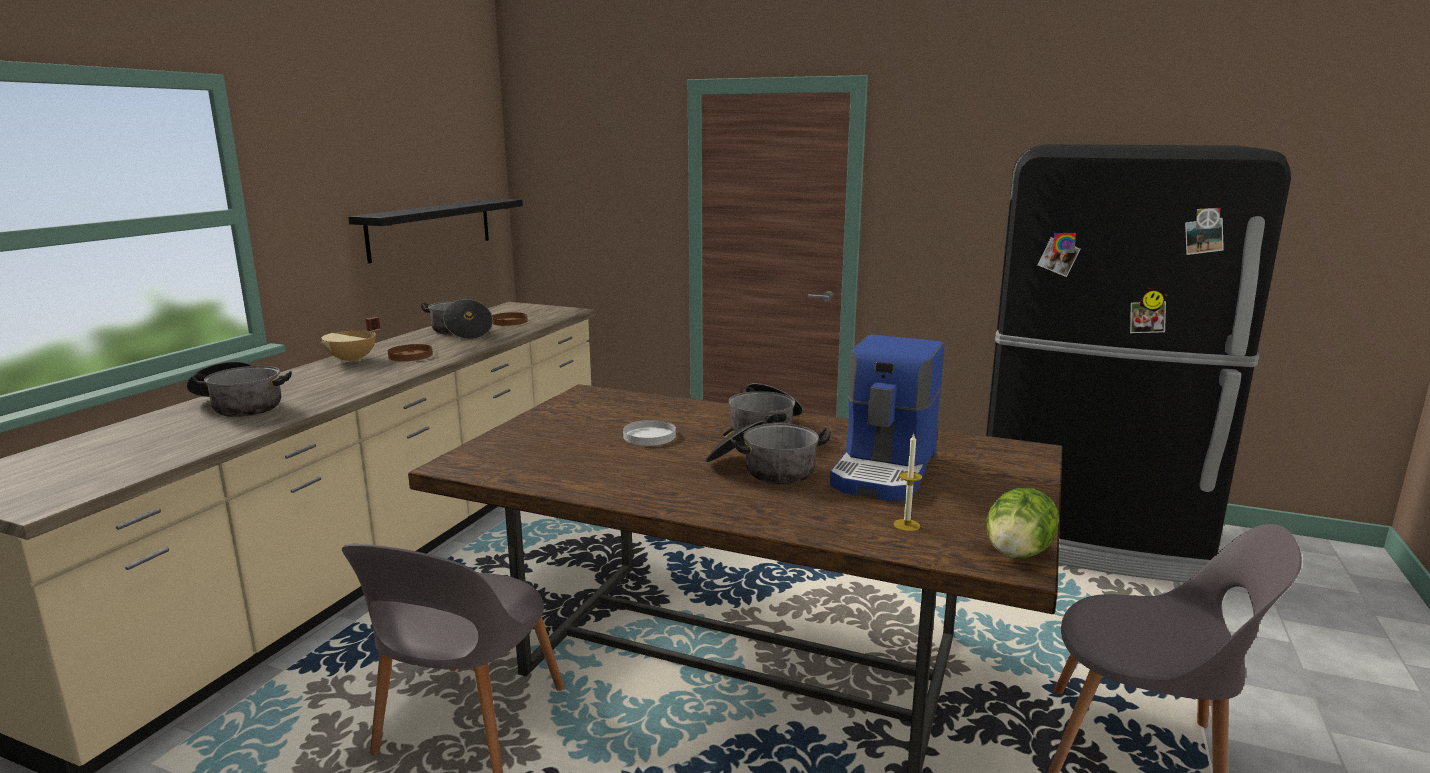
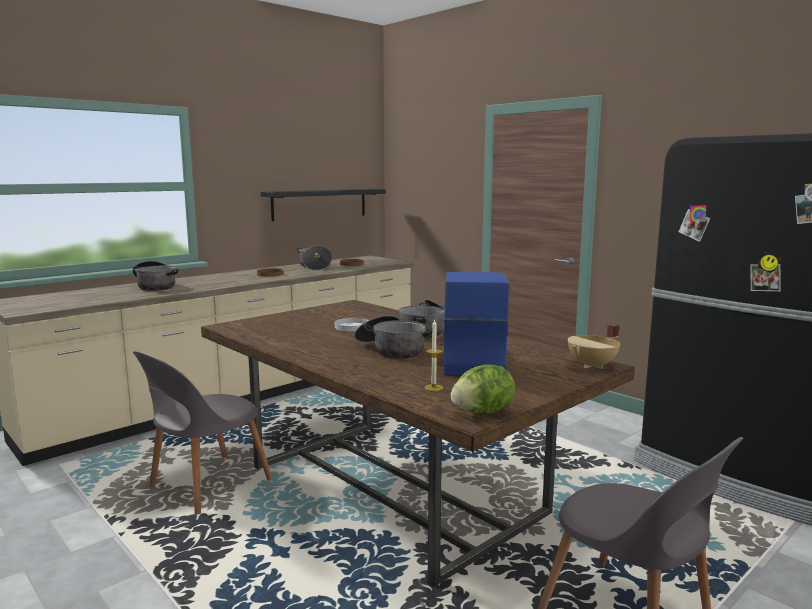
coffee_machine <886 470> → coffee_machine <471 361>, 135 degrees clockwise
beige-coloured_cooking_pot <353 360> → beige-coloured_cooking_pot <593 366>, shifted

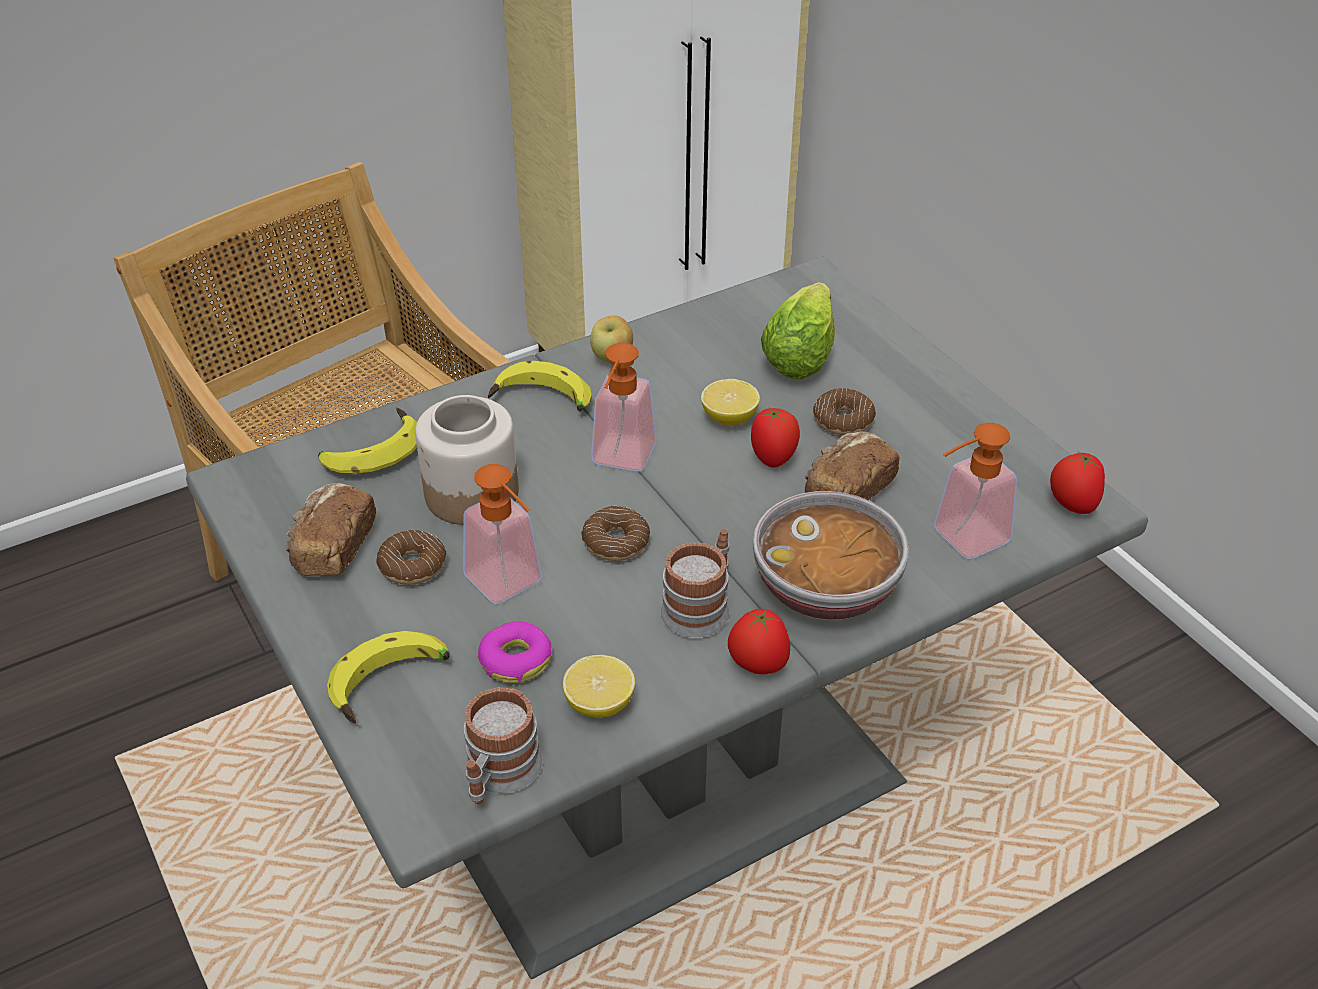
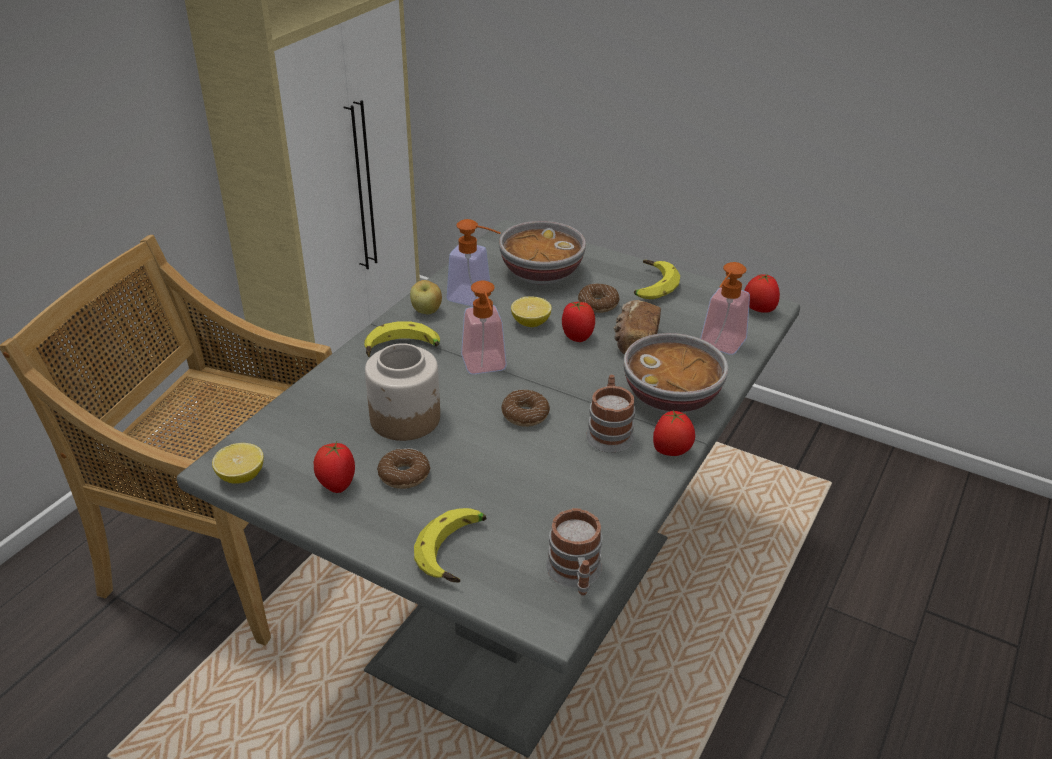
citrus_fruit <599 704> → citrus_fruit <241 476>, shifted
bakery_bread <332 548> → whole_tomato <336 484>
soap_dispenser <511 586> → soap_dispenser <476 298>, shifted
lettuce_head <803 351> → bowl <540 274>
whole_banana <371 451> → whole_banana <650 286>, shifted
doughnut <515 660> → -

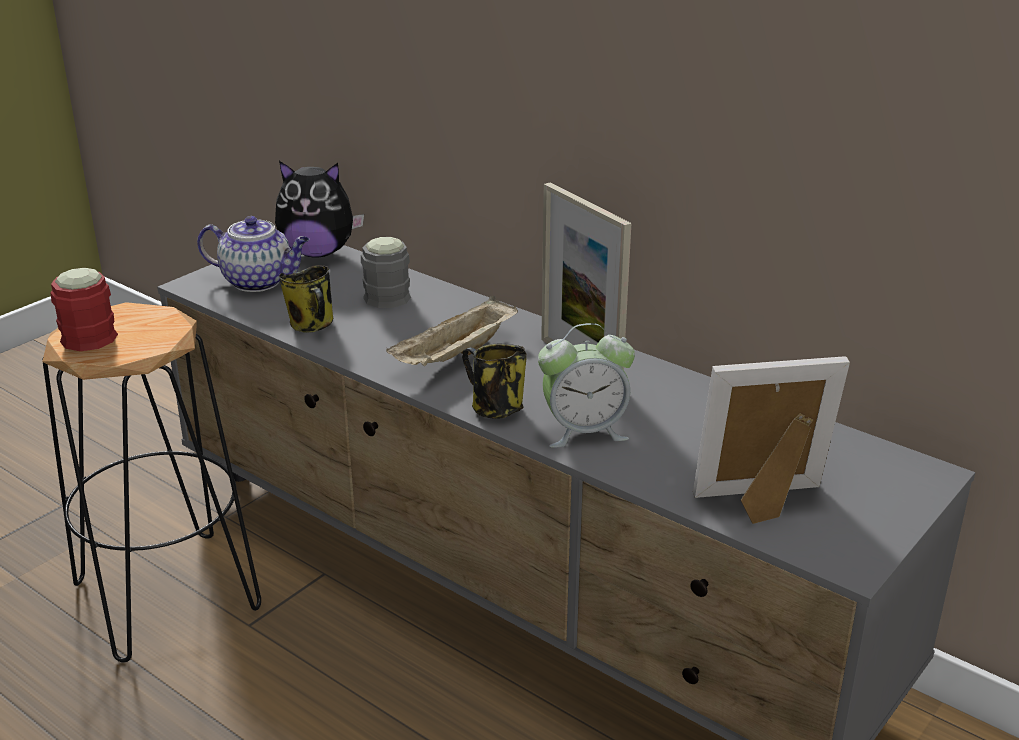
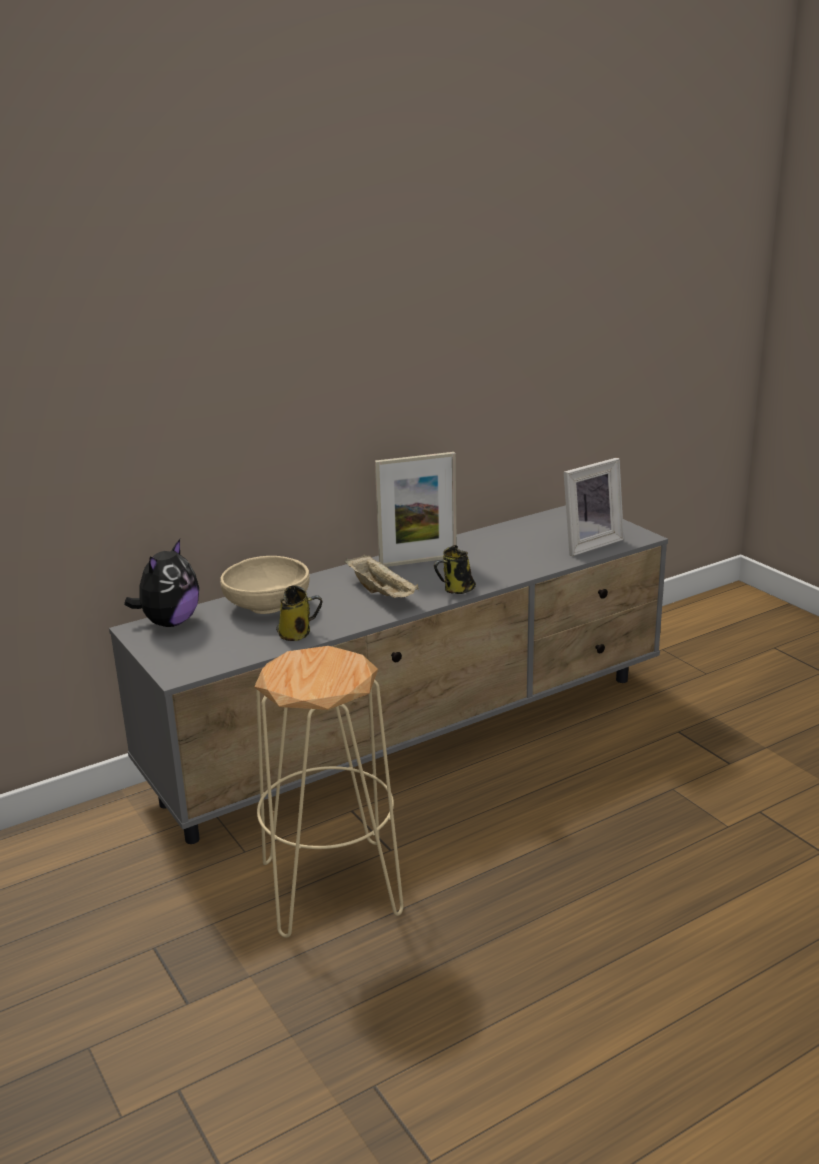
greyish_mug <384 293> → beige-coloured_bowl <267 605>
blackish_stool_seat <169 594> → beige-coloured_stool_seat <330 887>
photo_frame <764 504> → photo_frame <588 544>, 135 degrees counterclockwise
reddish_mug <85 333> → -
tea_pot <259 281> → -
bedside_clock <584 431> → -

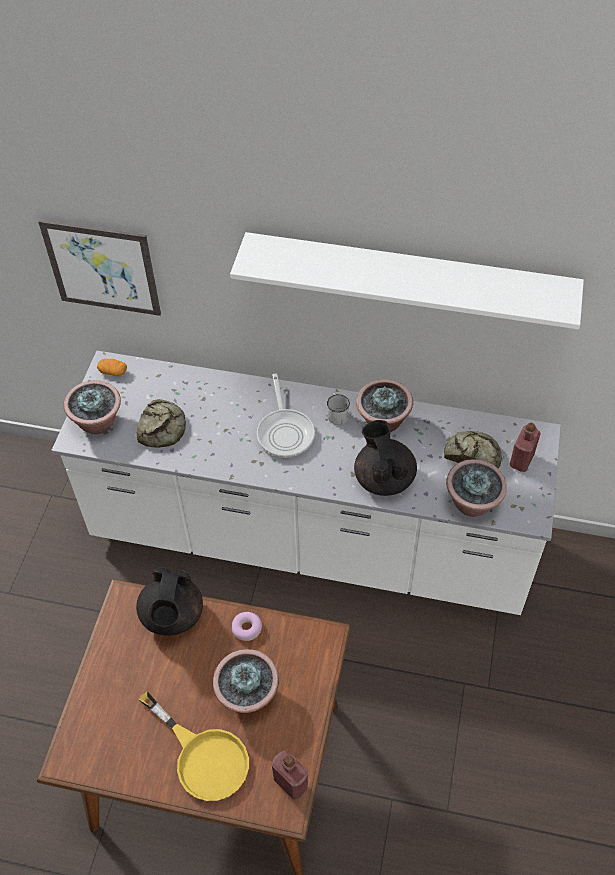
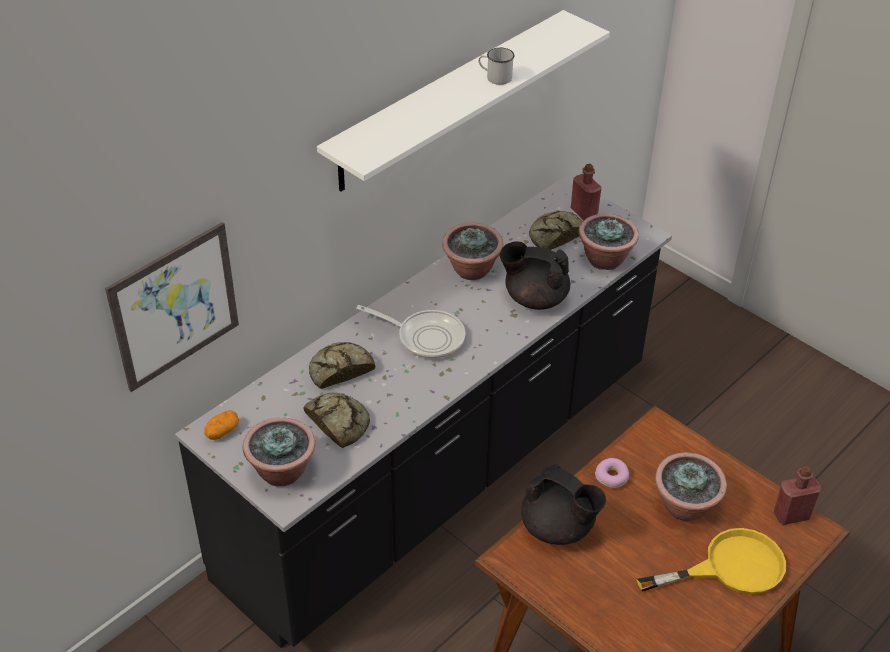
whitish_kitchen_counter <309 541> → blackish_kitchen_counter <442 472>
- → bakery_bread <339 369>
whitish_mug <337 414> → whitish_mug <495 77>, shifted

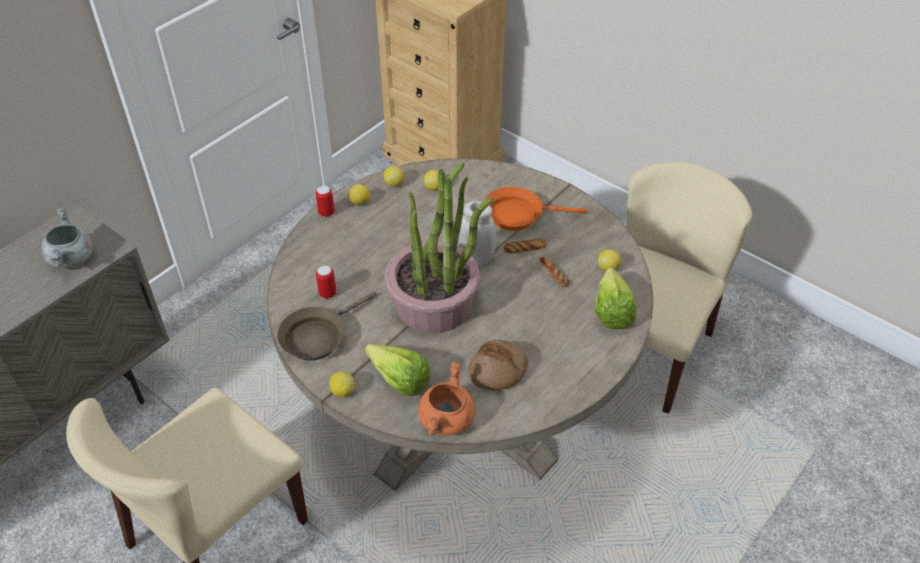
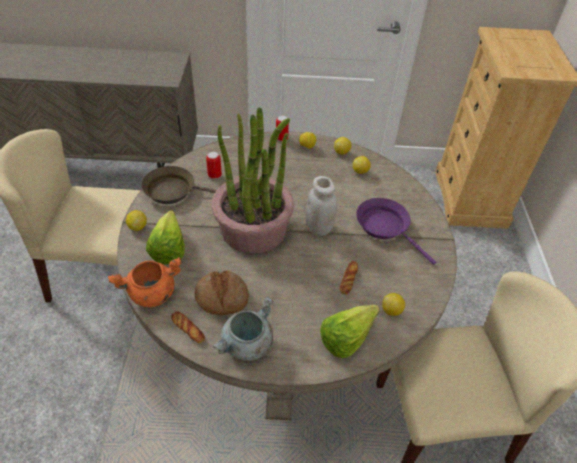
bakery_bread <524 248> → bakery_bread <188 329>, shifted
greyish_cooking_pot <72 259> → greyish_cooking_pot <247 345>, shifted
orange-coloured_frying_pan <518 215> → purple-coloured_frying_pan <385 227>

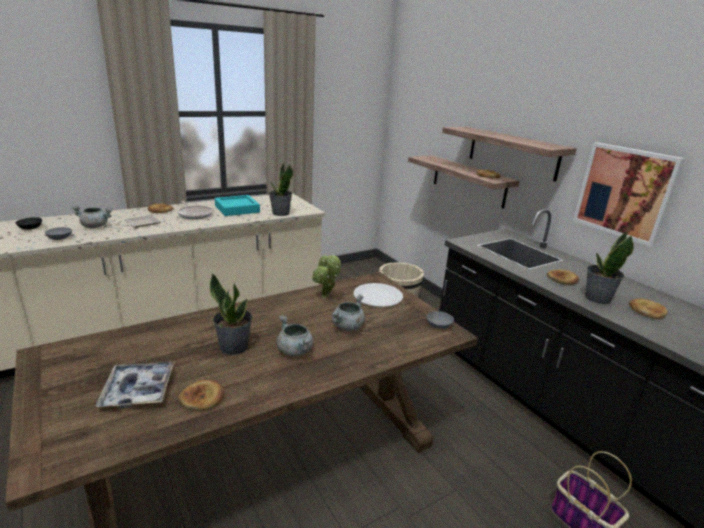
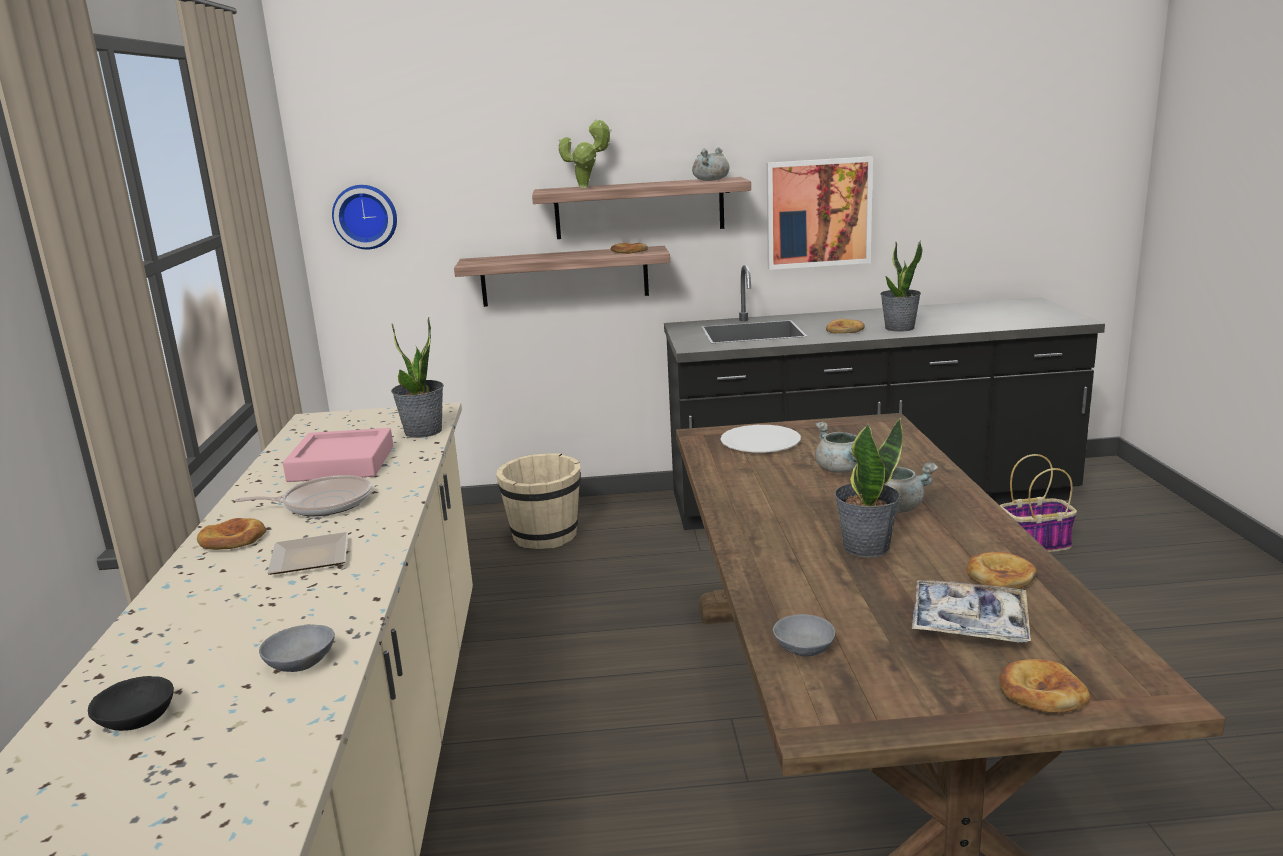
blue-green_carrying_tray <237 209> → pink-coloured_carrying_tray <342 464>
- → clock_on_the_wall <365 216>
plant_in_a_pot <325 296> → plant_in_a_pot <587 187>, shifted
greyish_cooking_pot <96 226> → greyish_cooking_pot <710 180>, shifted
greyish_bowl <439 325> → greyish_bowl <806 648>, shifted
bakery_bread <646 311> → bakery_bread <1041 692>, shifted

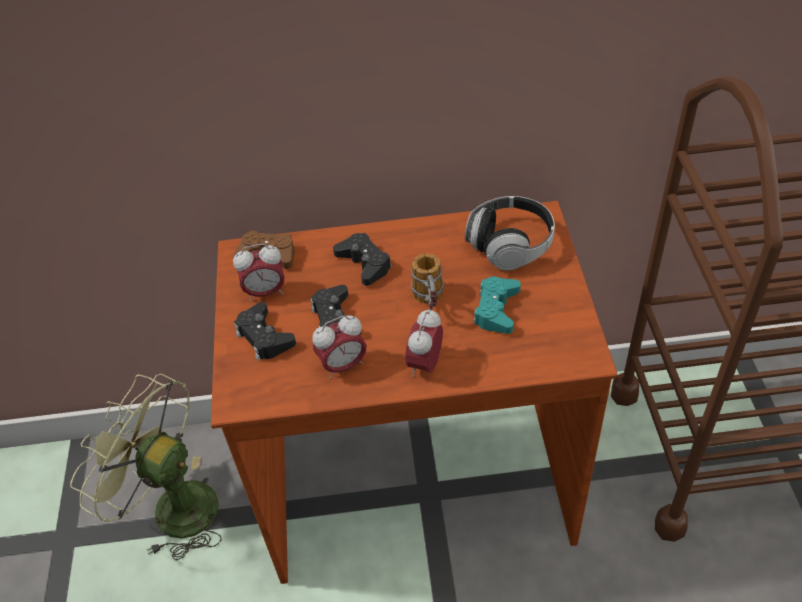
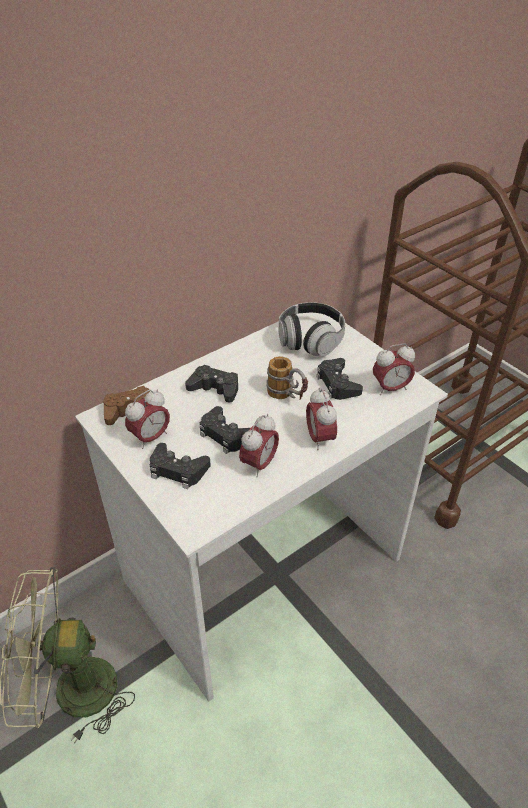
brown_desk <417 484> → whitish_desk <264 572>
blue-green_game_controller <496 310> → blackish_game_controller <337 384>
- → bedside_clock <390 388>

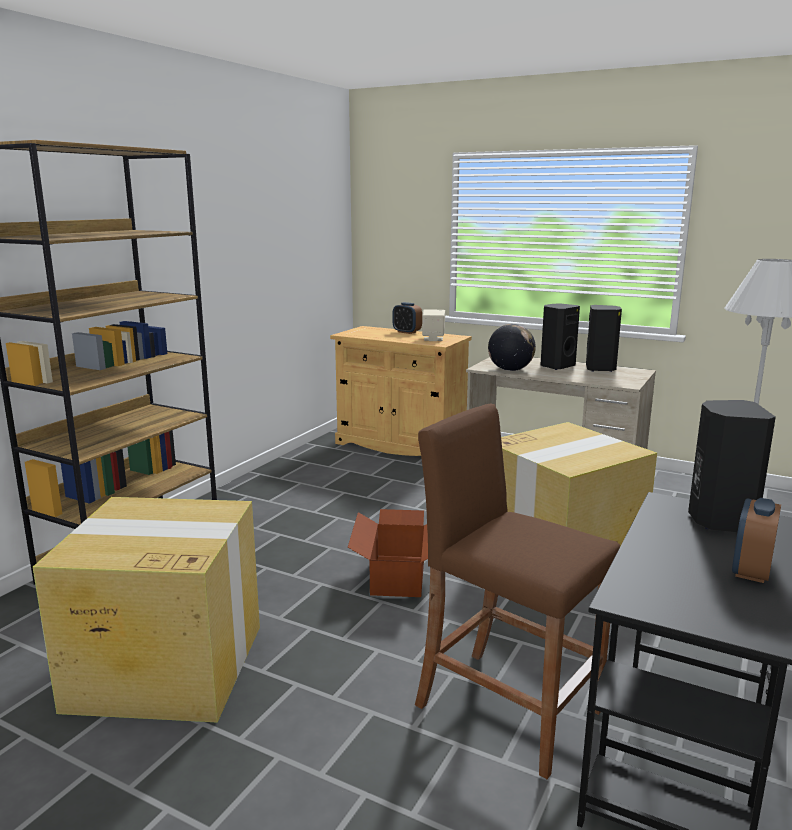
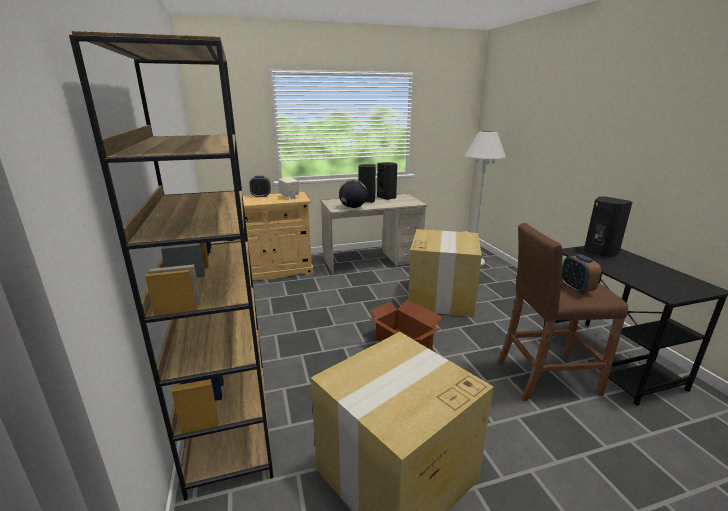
bedside_clock <751 571> → bedside_clock <576 289>, shifted

